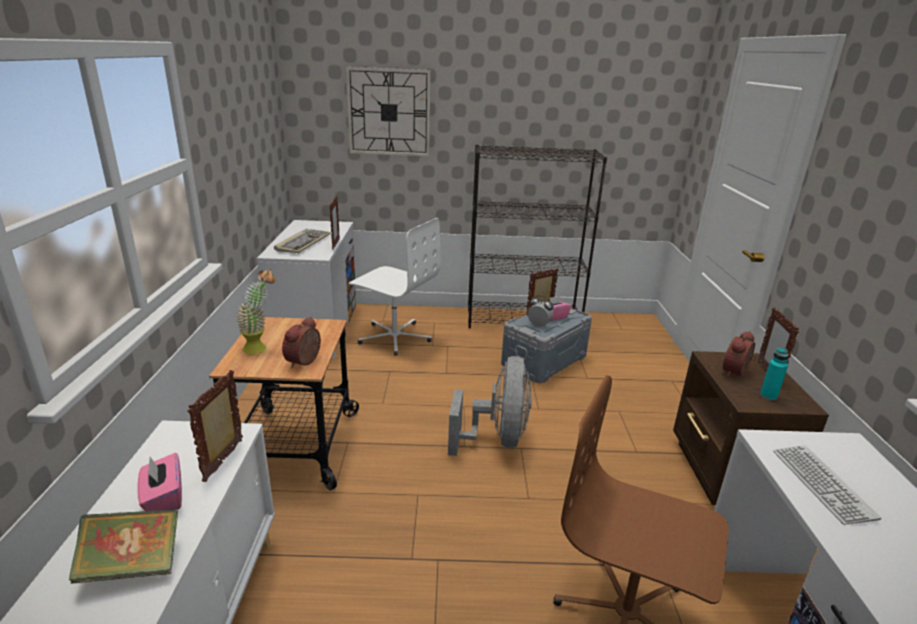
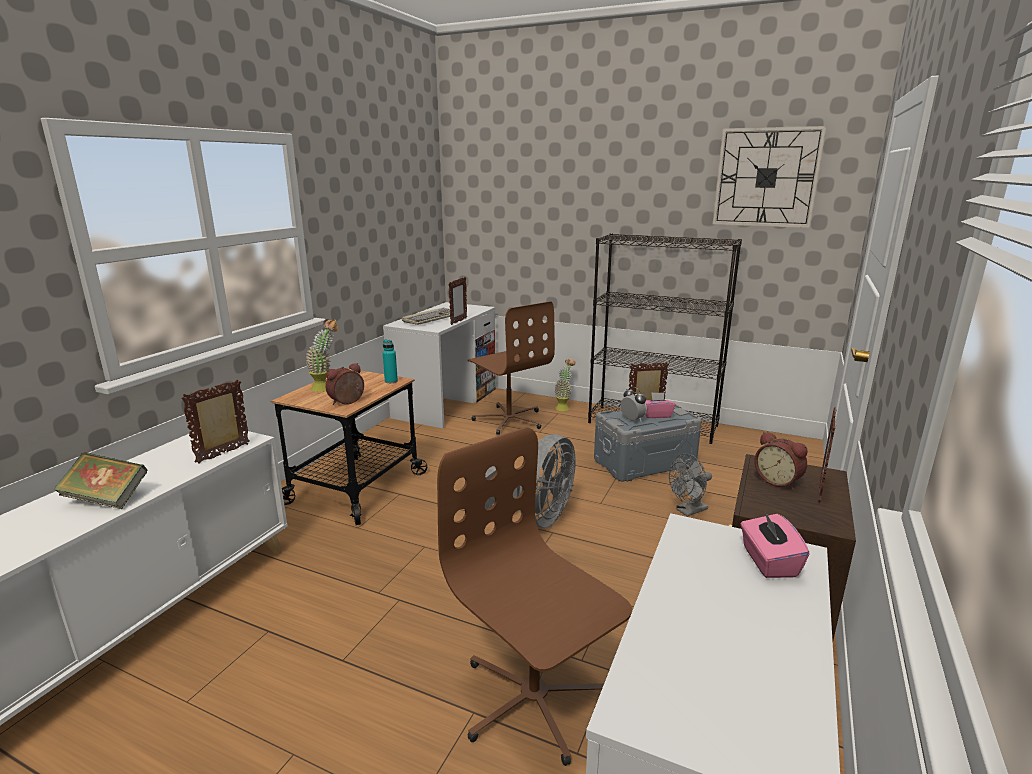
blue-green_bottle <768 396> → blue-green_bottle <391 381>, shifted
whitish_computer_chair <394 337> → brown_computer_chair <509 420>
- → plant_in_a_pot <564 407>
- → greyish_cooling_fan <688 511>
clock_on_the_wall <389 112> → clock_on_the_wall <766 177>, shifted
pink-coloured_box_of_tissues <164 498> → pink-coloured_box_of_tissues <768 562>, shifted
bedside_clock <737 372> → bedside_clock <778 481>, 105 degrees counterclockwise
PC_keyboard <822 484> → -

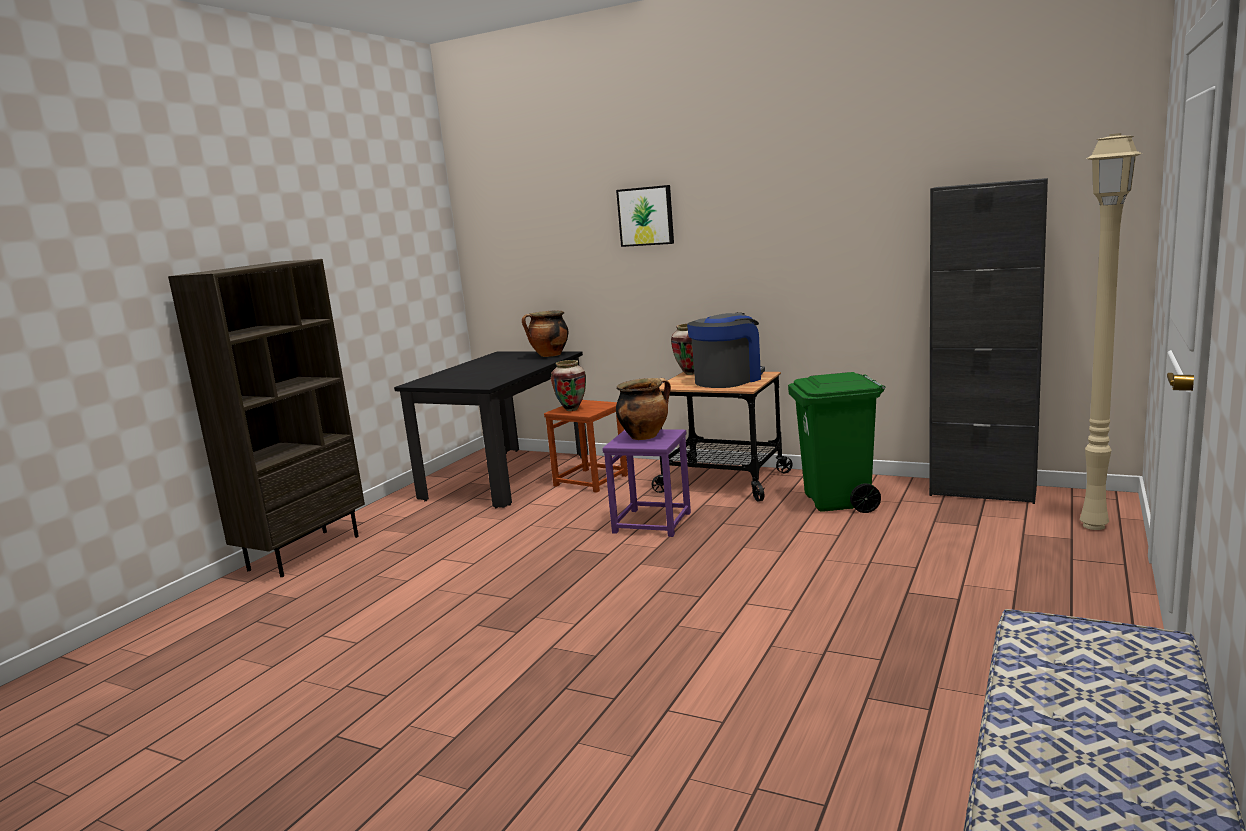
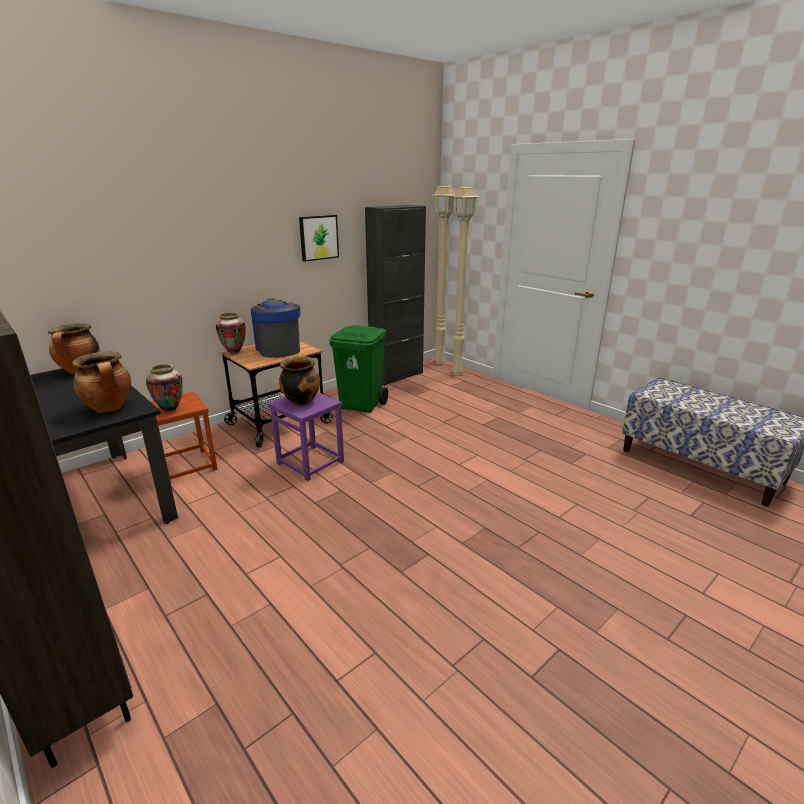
- → cooking_pot <110 408>
wall_art <646 216> → wall_art <318 237>, shifted
- → beige-coloured_floor_lamp <440 362>

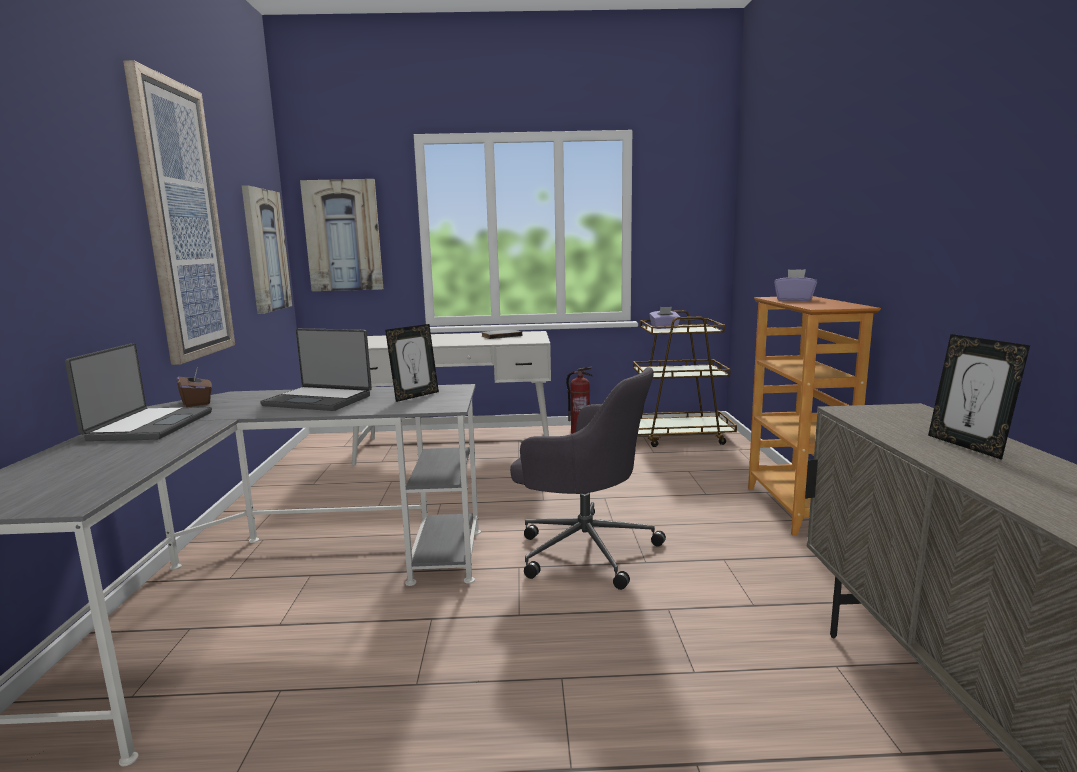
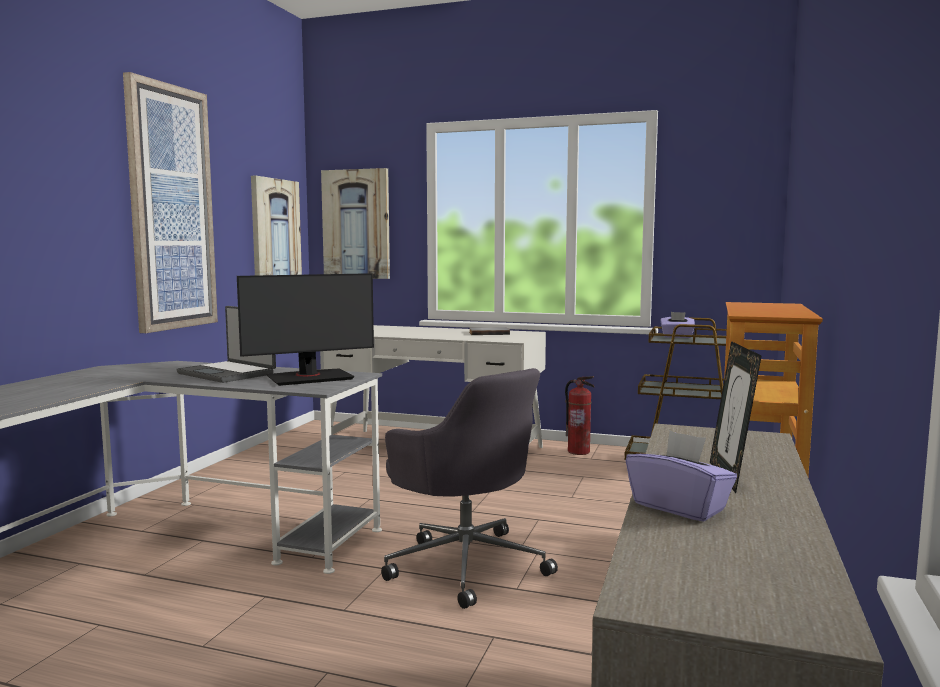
photo_frame <415 396> → computer_display <309 378>
purple-coloured_box_of_tissues <794 300> → purple-coloured_box_of_tissues <679 507>, shifted
portable_computer <149 426> → -
brown_box_of_tissues <197 402> → -

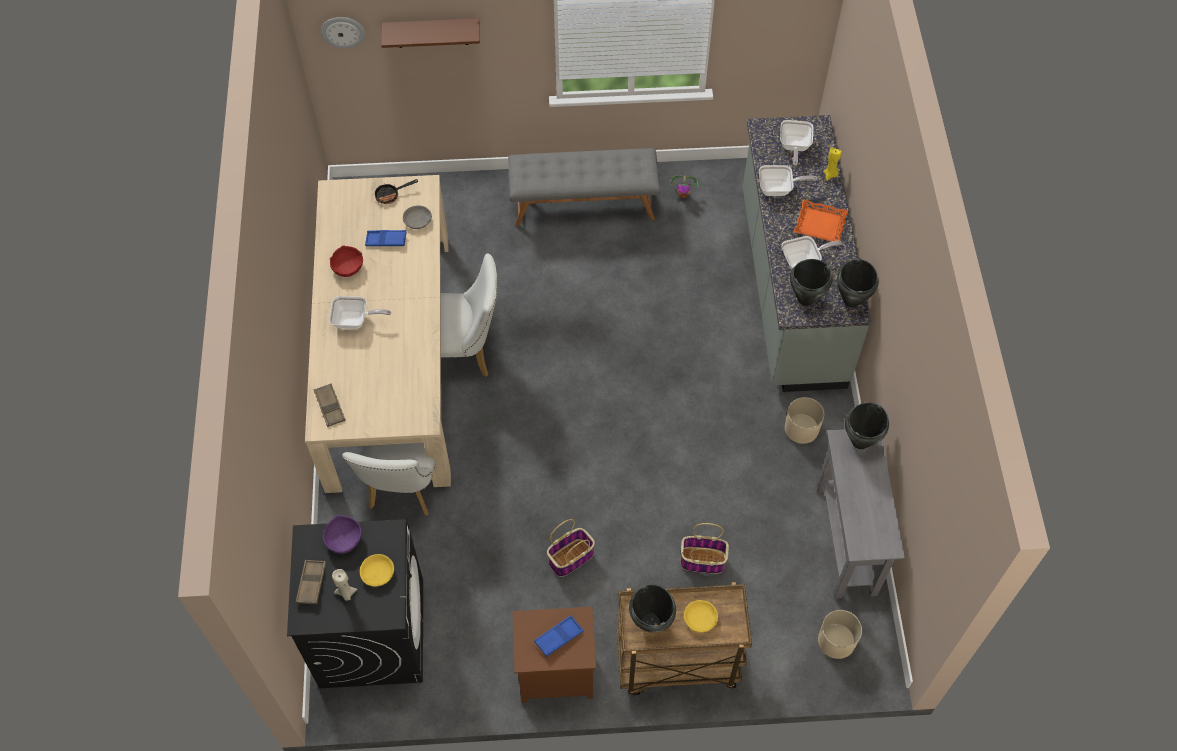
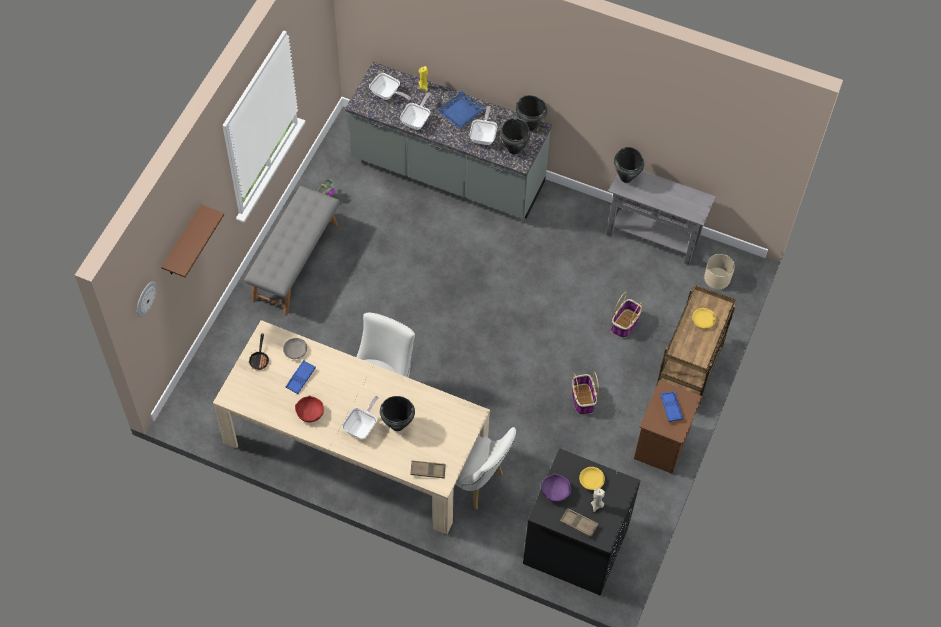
blackish_cooking_pot <651 622> → blackish_cooking_pot <397 425>, shifted
orange-coloured_carrying_tray <820 224> → blue_carrying_tray <460 112>
beige-coloured_planter <802 428> → -

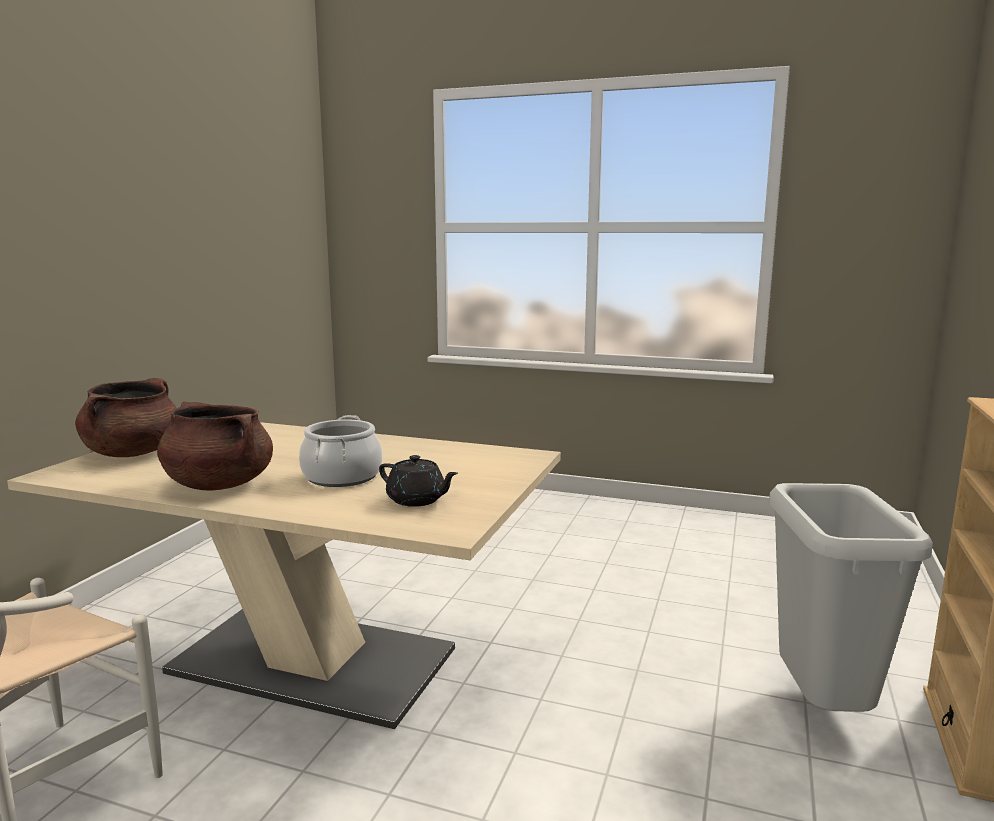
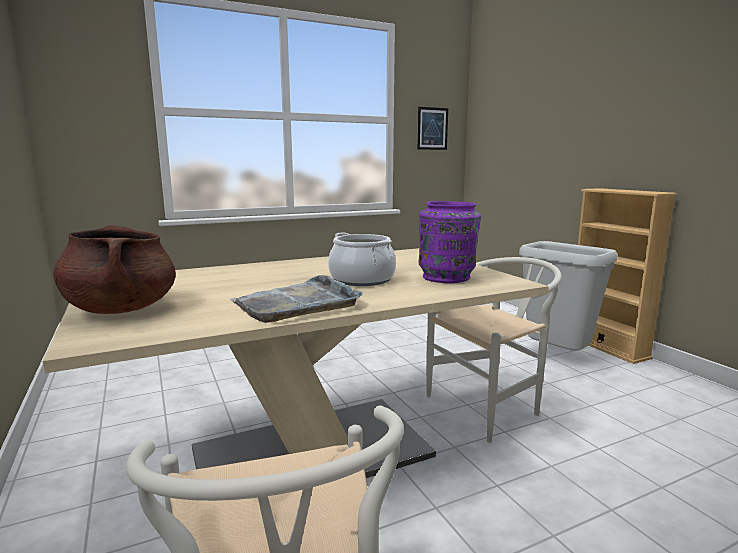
brown_cooking_pot <218 484> → greyish_carrying_tray <297 303>
- → wall_art <432 128>
blackish_tea_pot <417 500> → purple-coloured_vase <447 277>
- → whitish_chair <491 406>

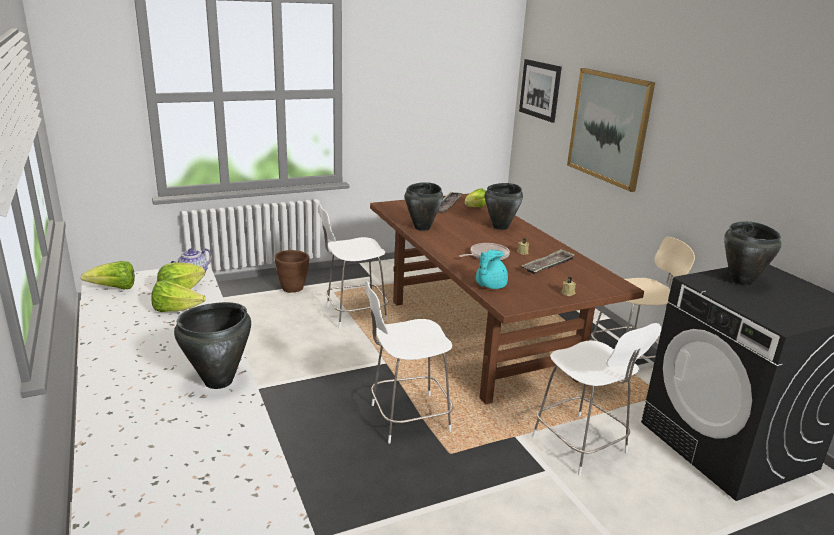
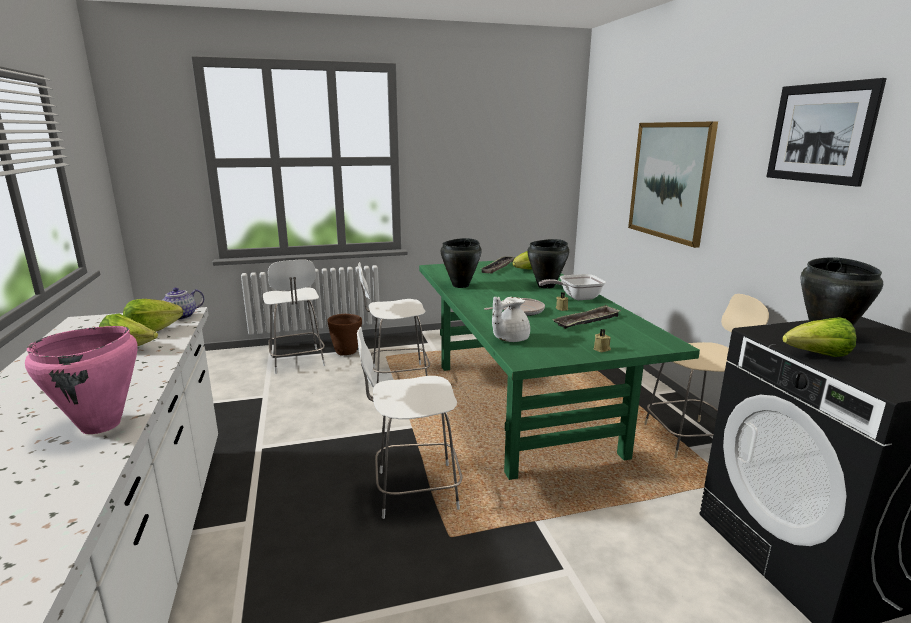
blackish_cooking_pot <219 381> → pink-coloured_cooking_pot <101 425>
whitish_chair <581 446> → whitish_chair <297 361>, shifted
brown_dining_table <477 337> → green_dining_table <520 405>
blue-green_tea_pot <489 285> → whitish_tea_pot <509 339>
- → frying_pan <576 297>
wall_art <540 90> → wall_art <820 133>, shifted
lettuce_head <114 288> → lettuce_head <817 356>, shifted

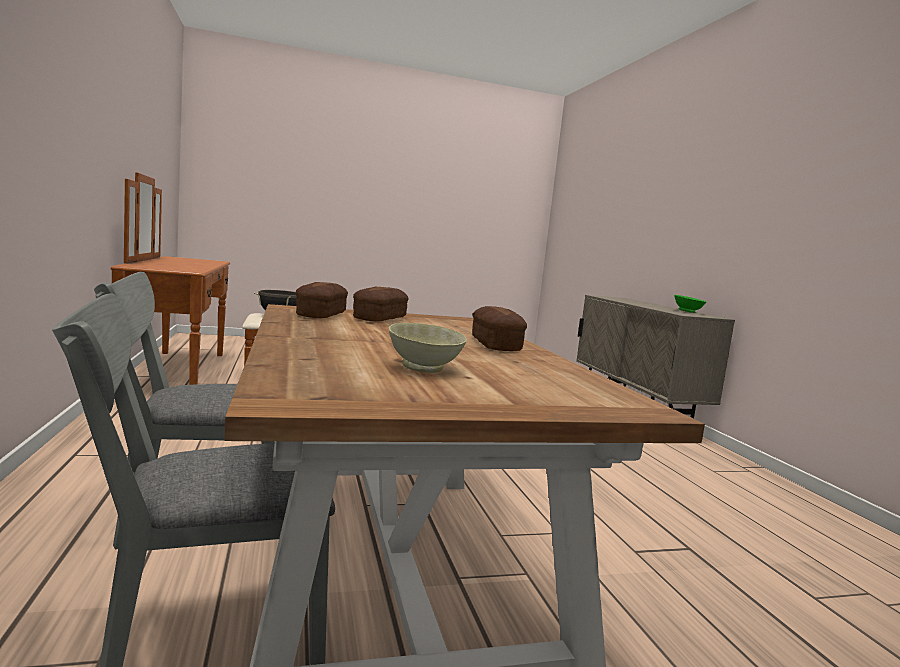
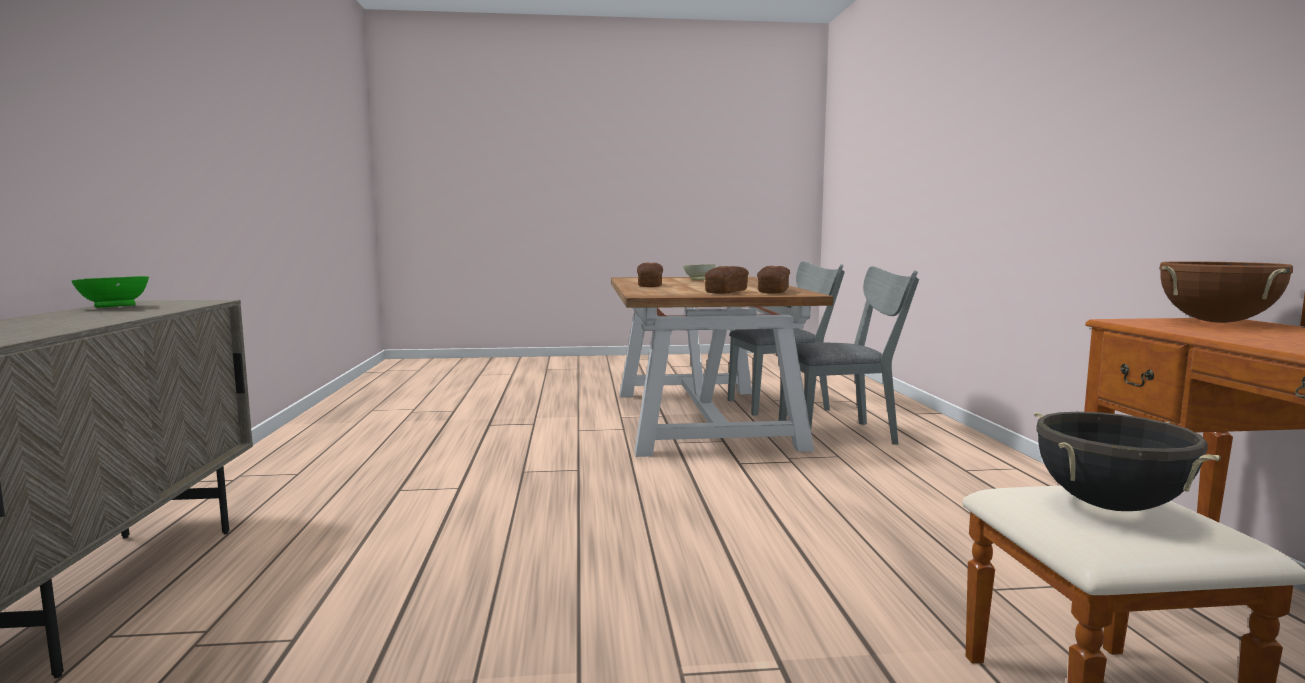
- → brown_cooking_pot <1216 322>

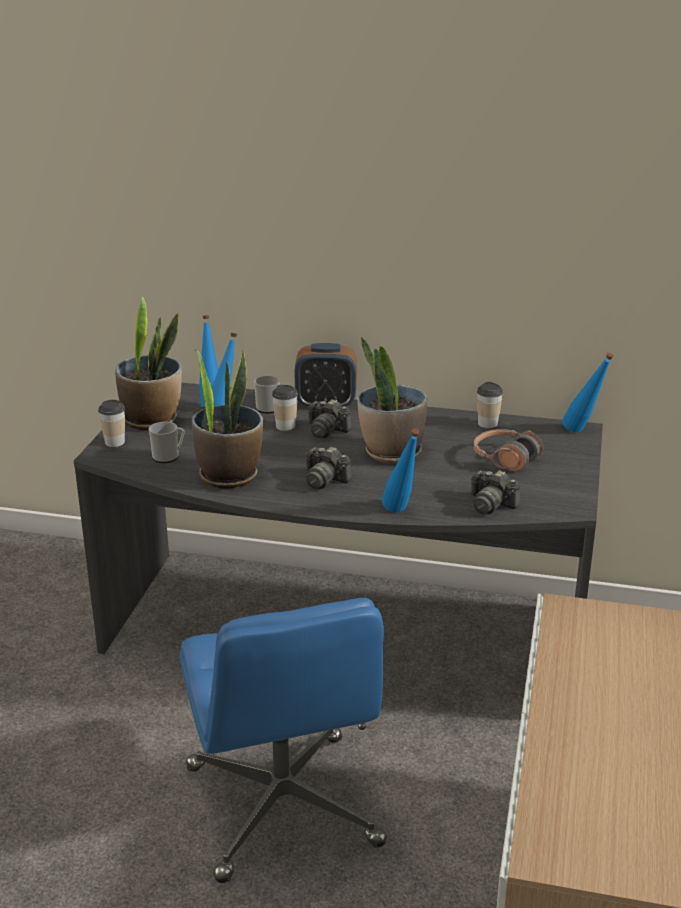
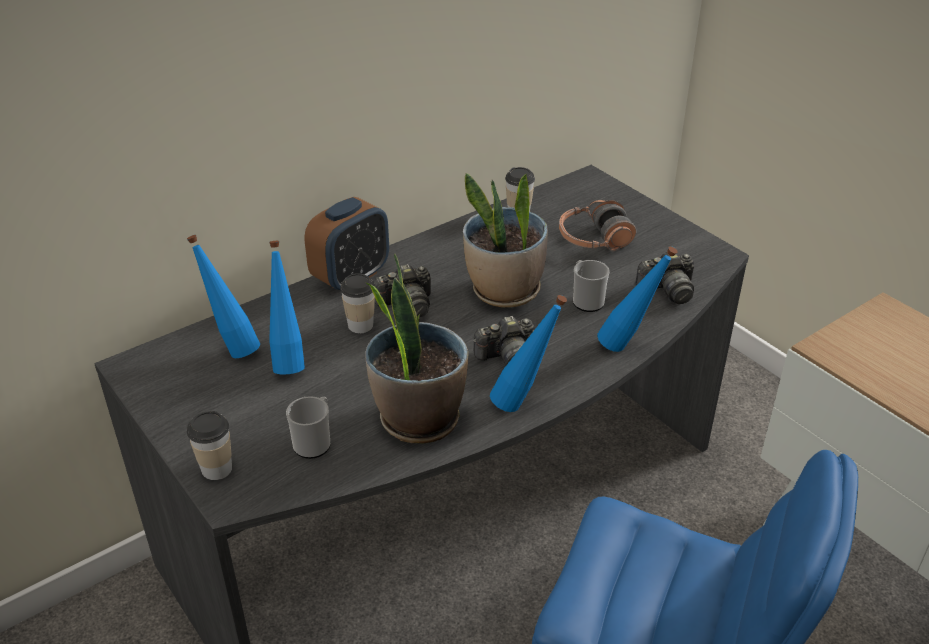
blue_bottle <583 432> → blue_bottle <524 404>, shifted
mug <269 407> → mug <586 300>, shifted
plant_in_a_pot <152 420> → -

